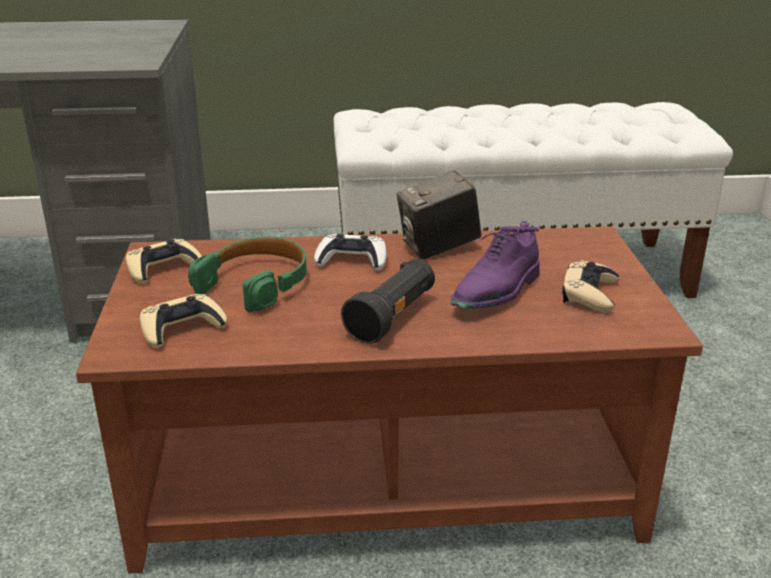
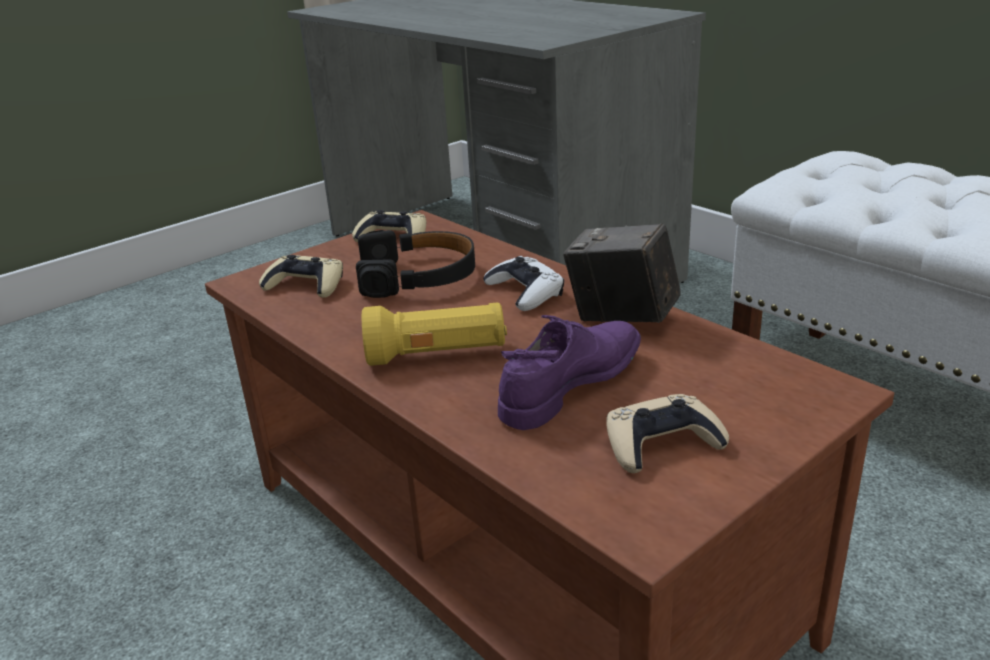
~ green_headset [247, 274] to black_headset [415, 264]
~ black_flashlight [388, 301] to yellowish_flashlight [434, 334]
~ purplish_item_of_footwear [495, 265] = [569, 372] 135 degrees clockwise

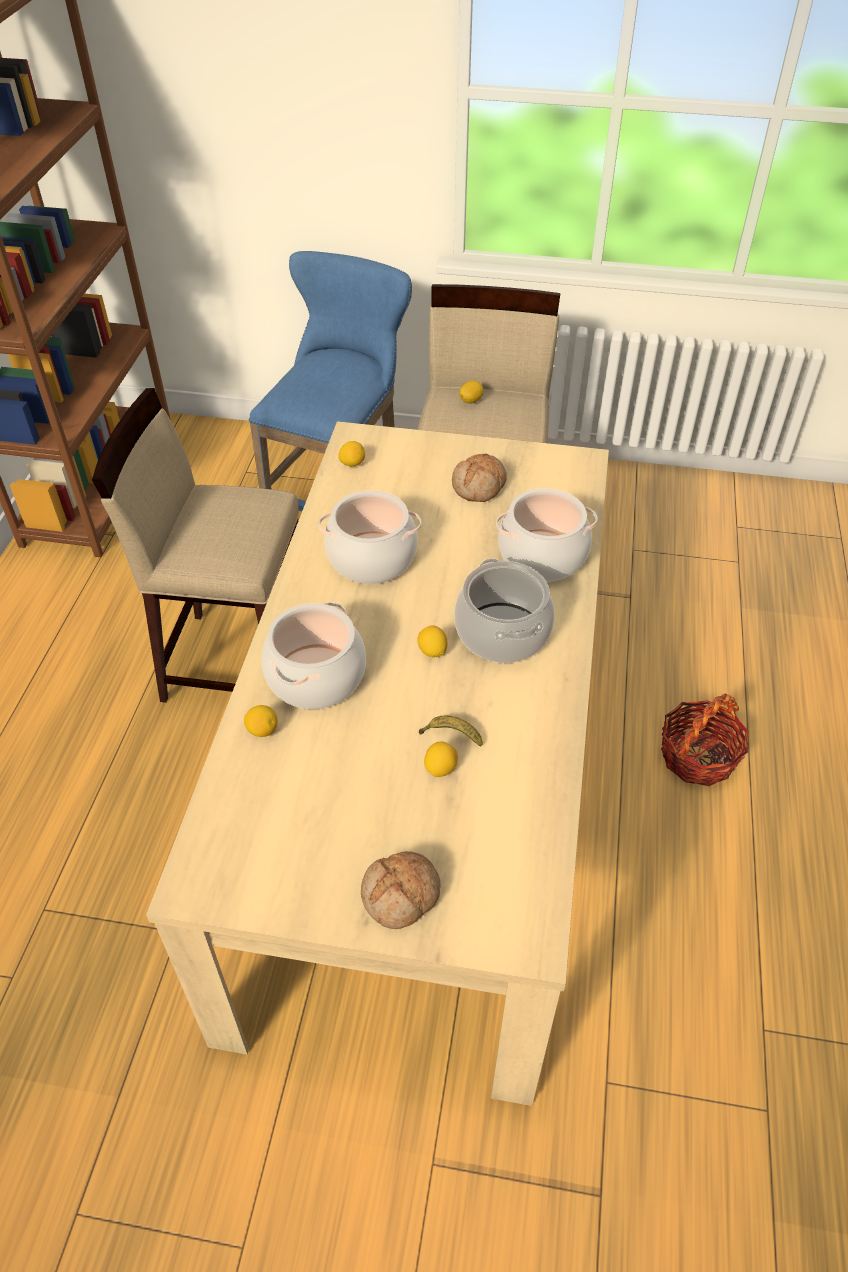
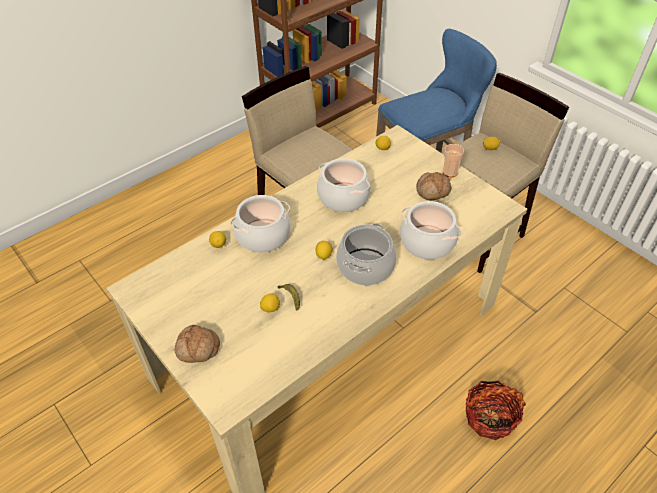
+ cup [453, 160]

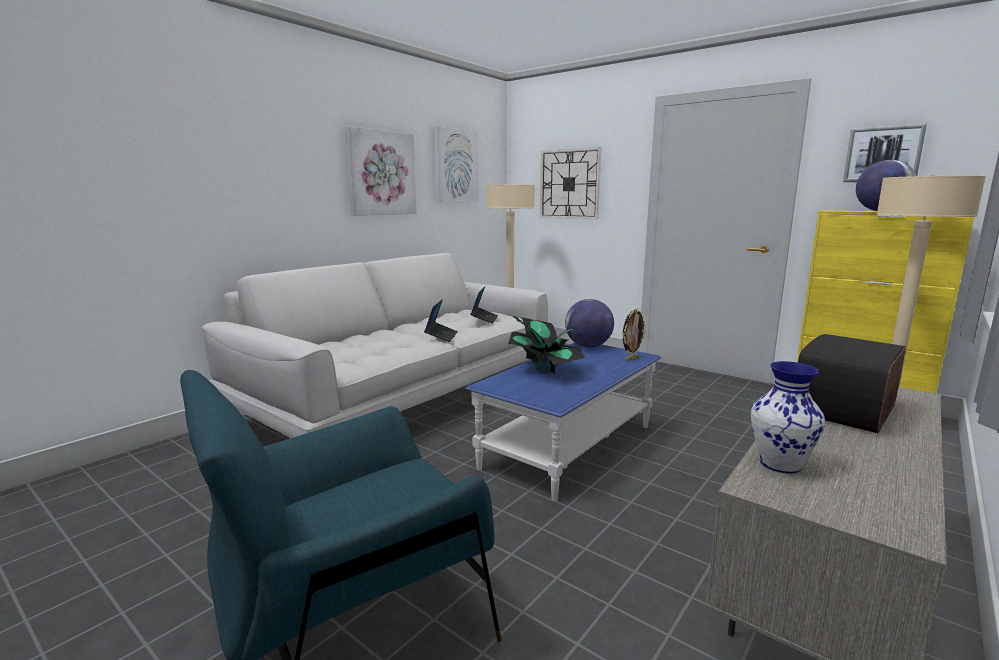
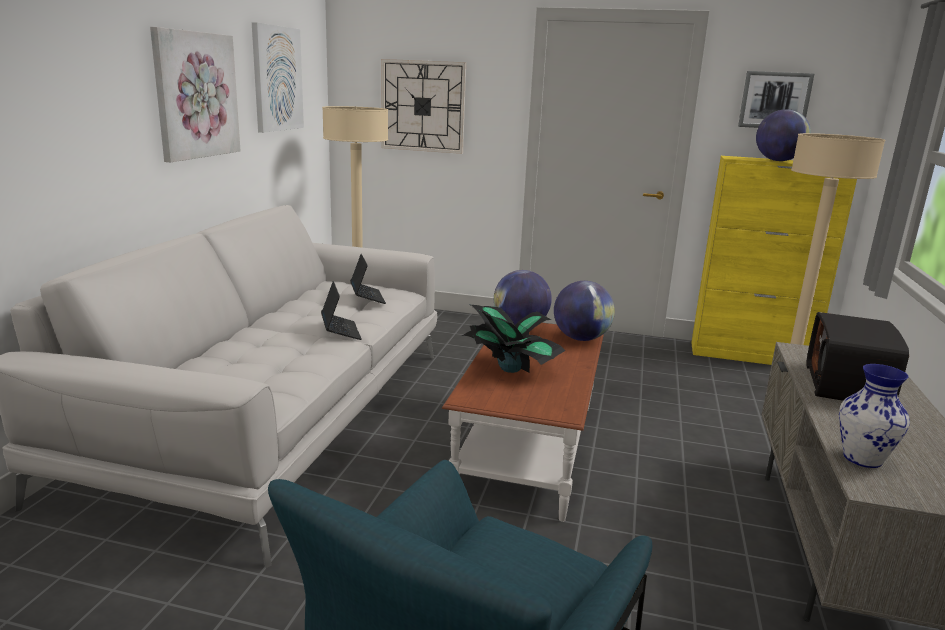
~ blue_low_table [563, 422] to brown_low_table [523, 422]
~ picture_frame [634, 334] to world_globe [584, 311]

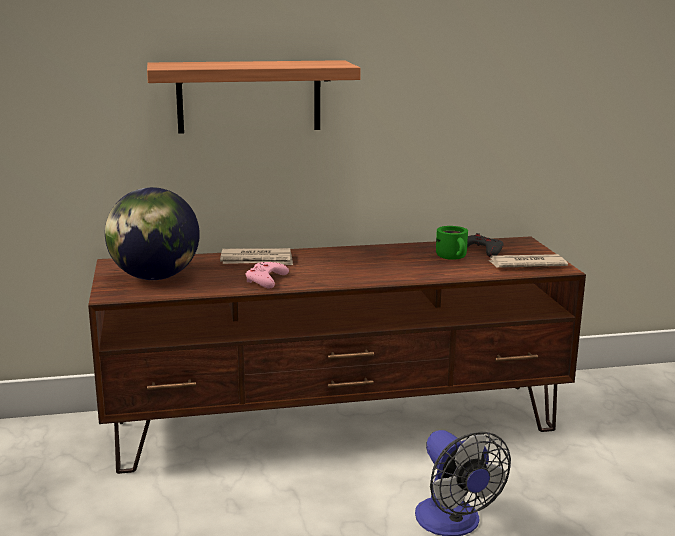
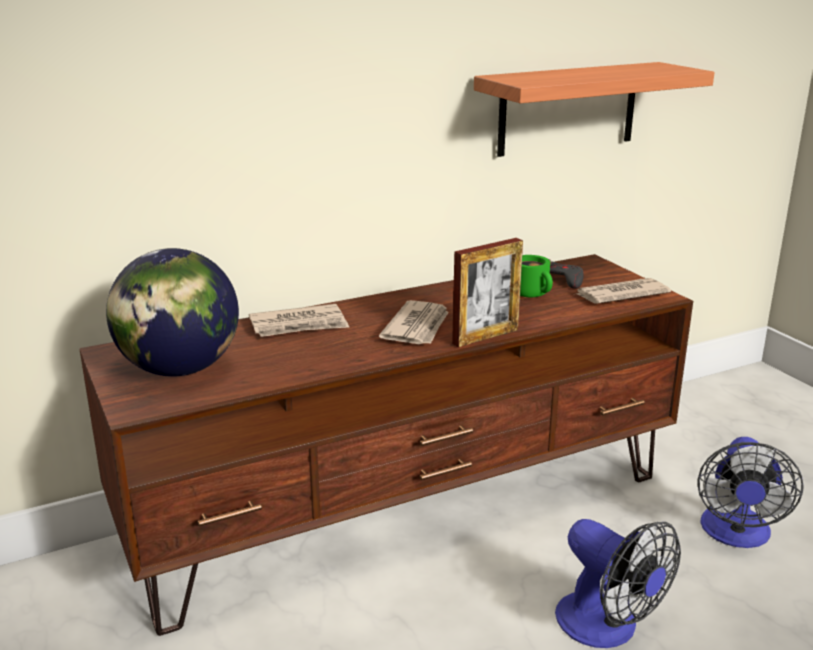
~ bracket_shelf [254, 97] to [594, 109]
- pinkish_gamepad [267, 275]
+ daily_paper [414, 322]
+ picture_frame [487, 293]
+ cooling_fan [750, 492]

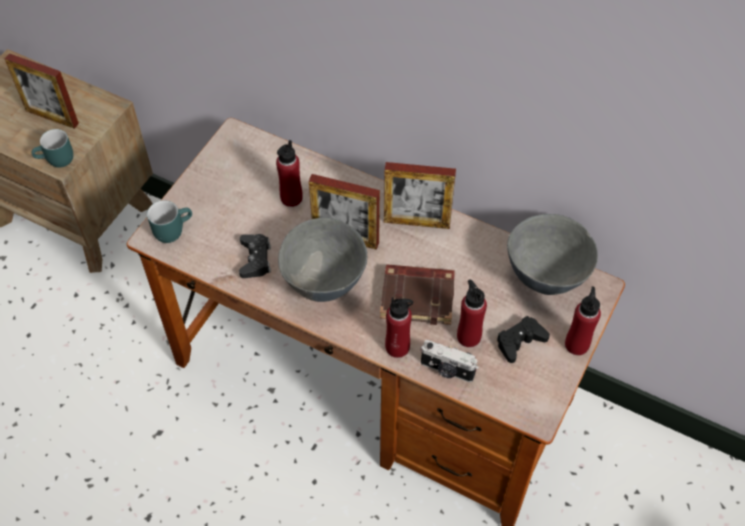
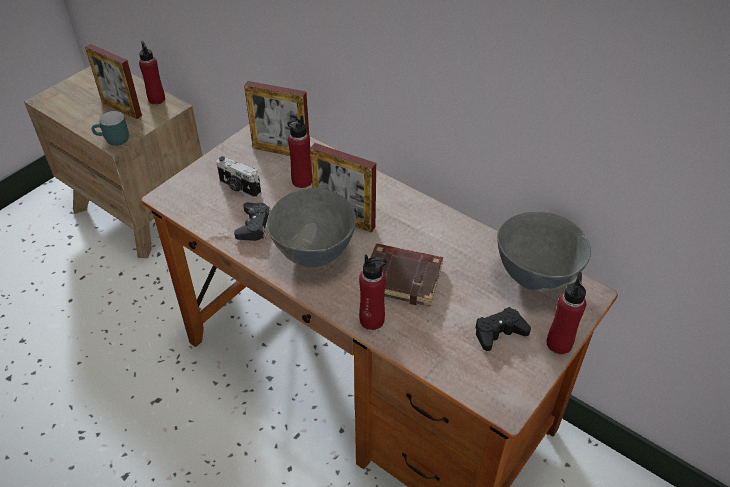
- turquoise_coffee_mug [169, 221]
~ picture_frame [420, 195] to [276, 118]
~ photo_camera [449, 361] to [238, 177]
~ red_beverage_bottle [472, 313] to [152, 73]

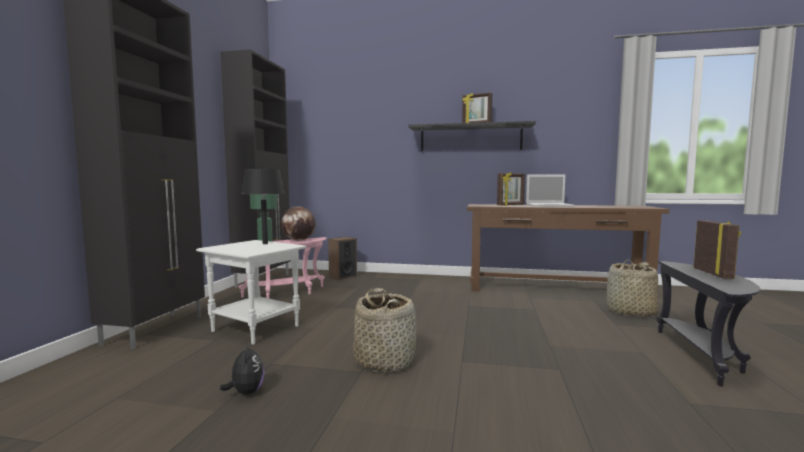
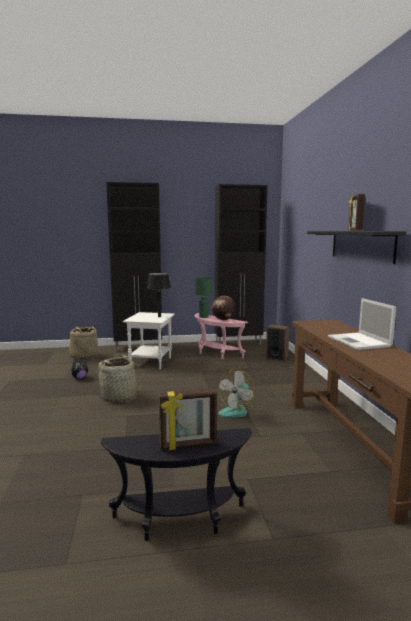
- picture_frame [511, 189]
~ basket [632, 288] to [83, 343]
+ cooling_fan [237, 393]

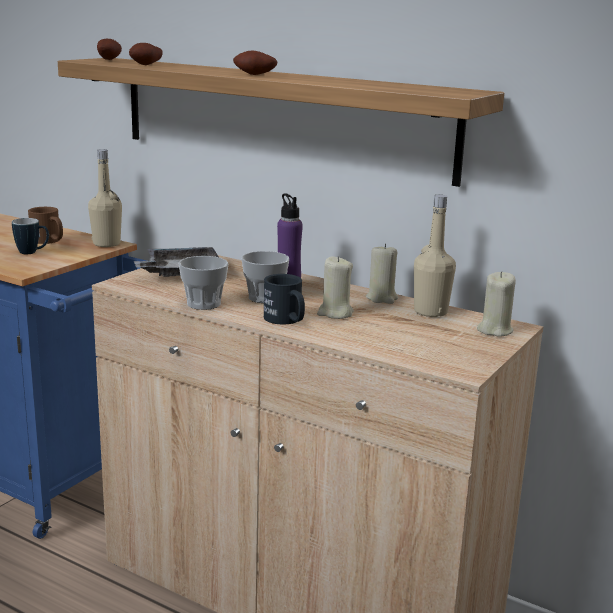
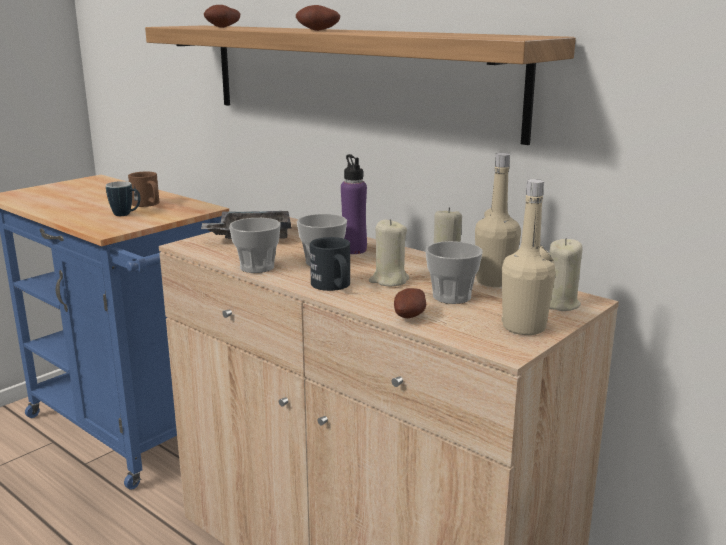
~ beige-coloured_beverage_bottle [105, 198] to [529, 257]
~ whole_potato [109, 49] to [410, 303]
+ cup [454, 272]

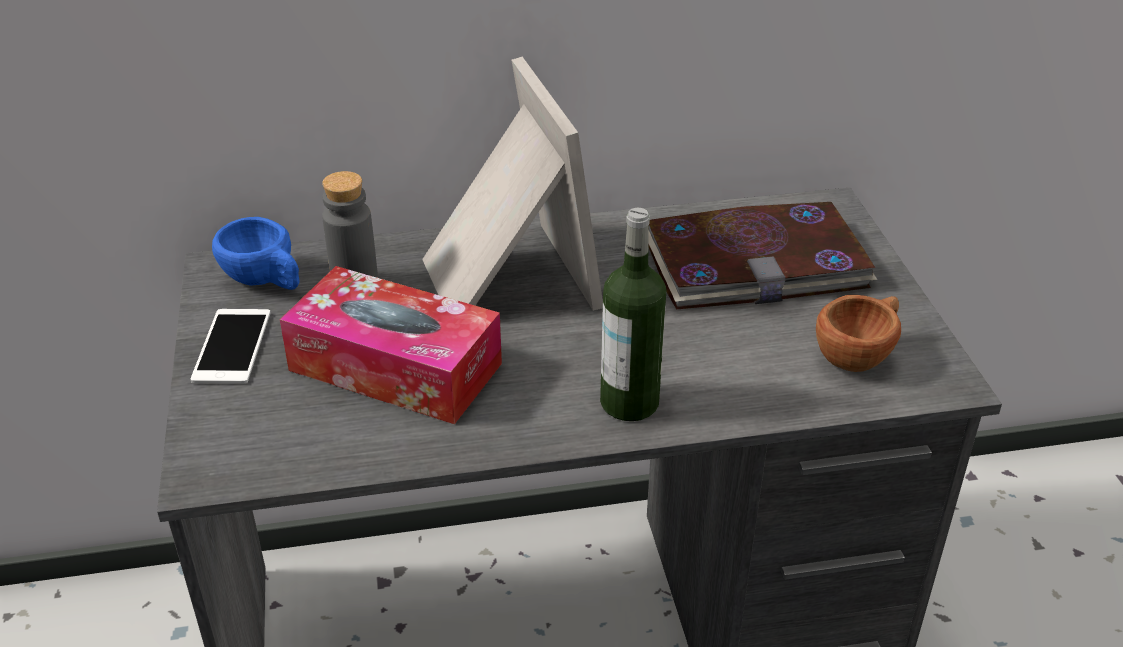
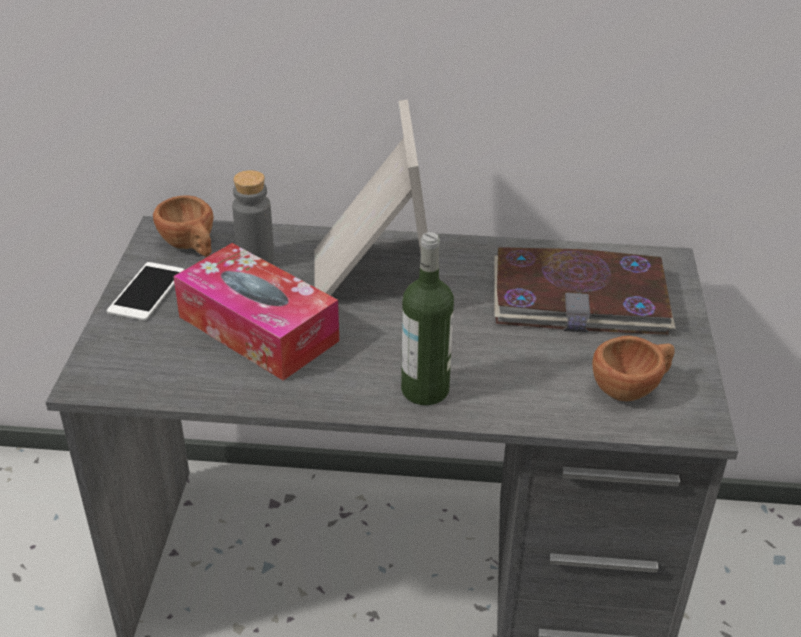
~ blue_cup [256, 253] to brown_cup [183, 225]

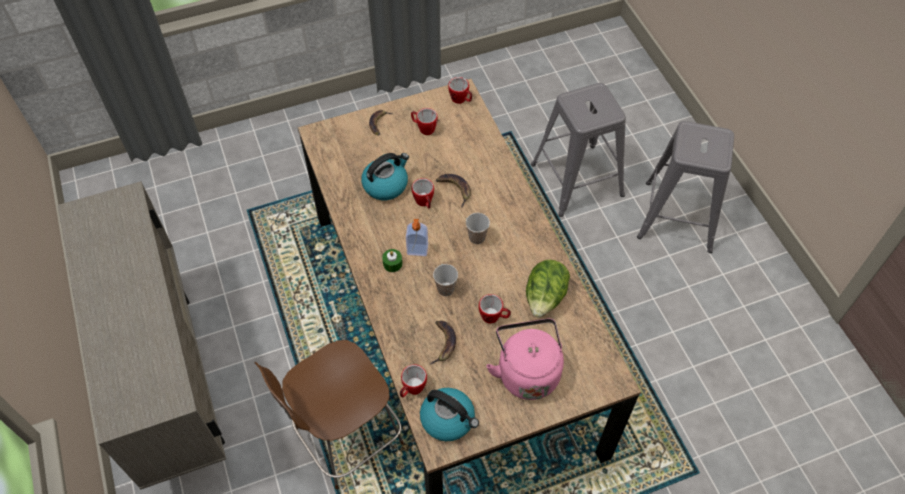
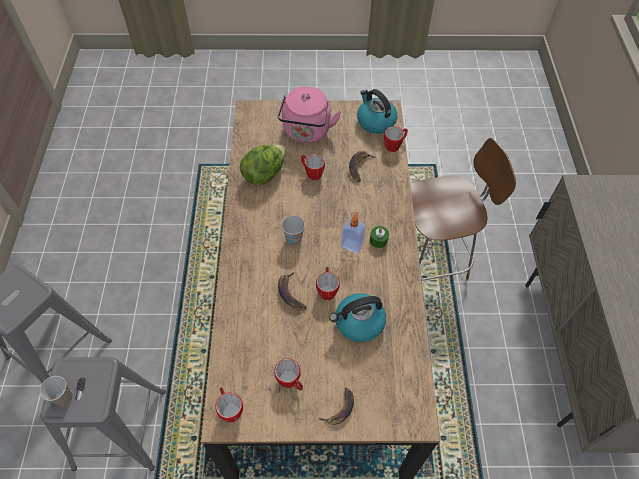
~ cup [445, 280] to [56, 391]

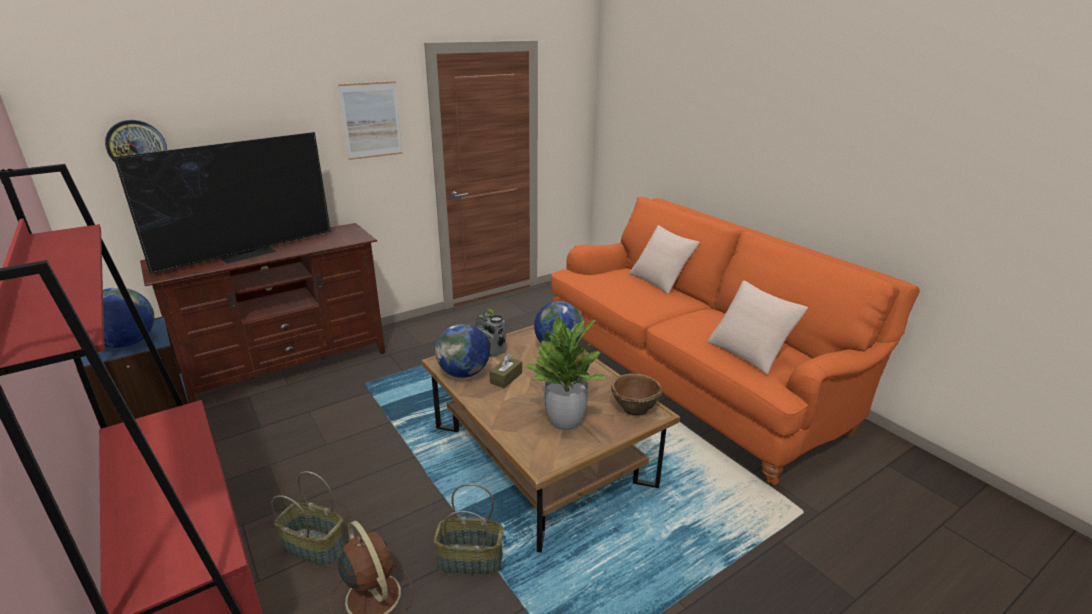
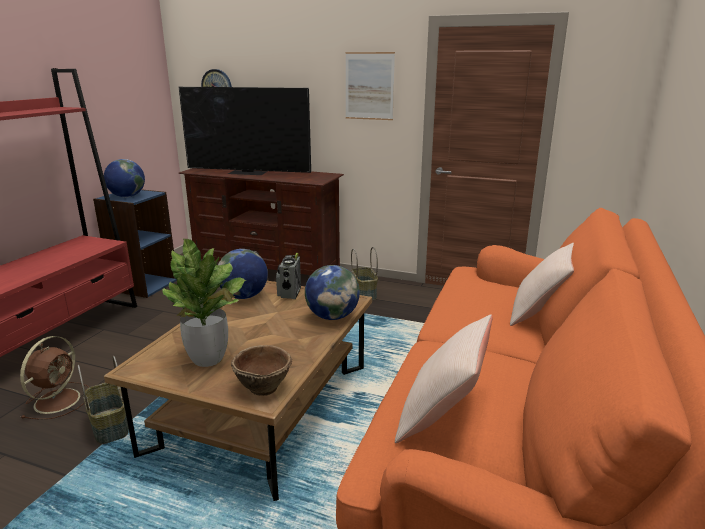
~ basket [308, 519] to [364, 273]
- brown_tissue_box [505, 371]

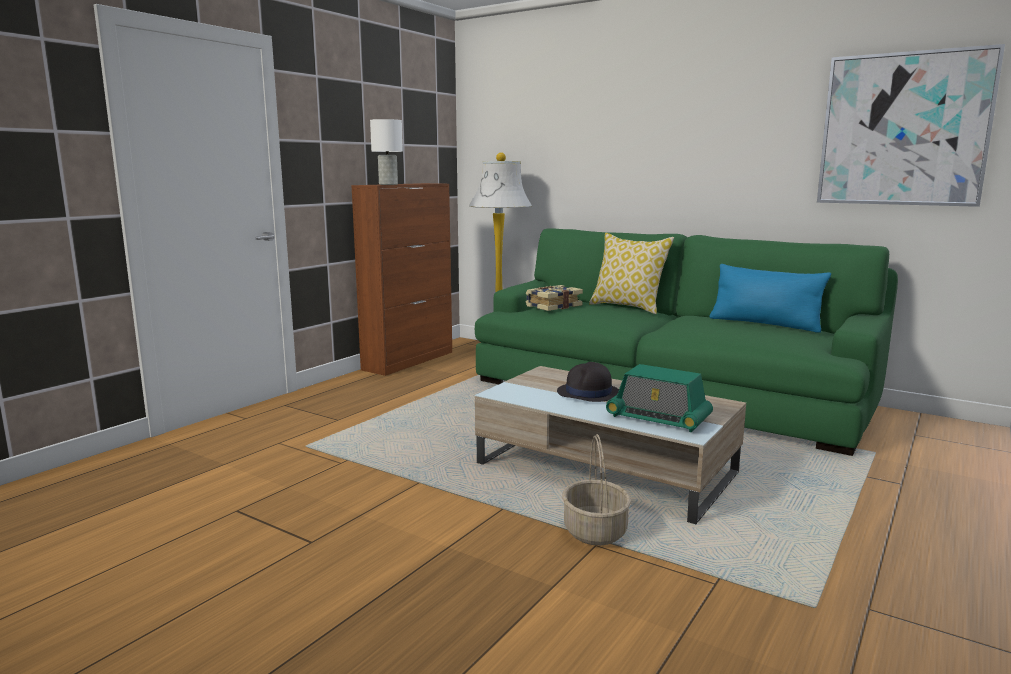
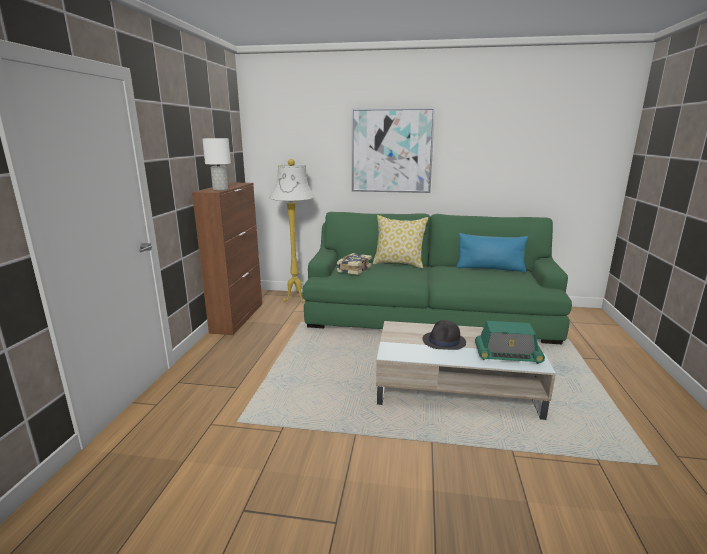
- basket [596, 490]
~ wall_art [911, 125] to [393, 150]

